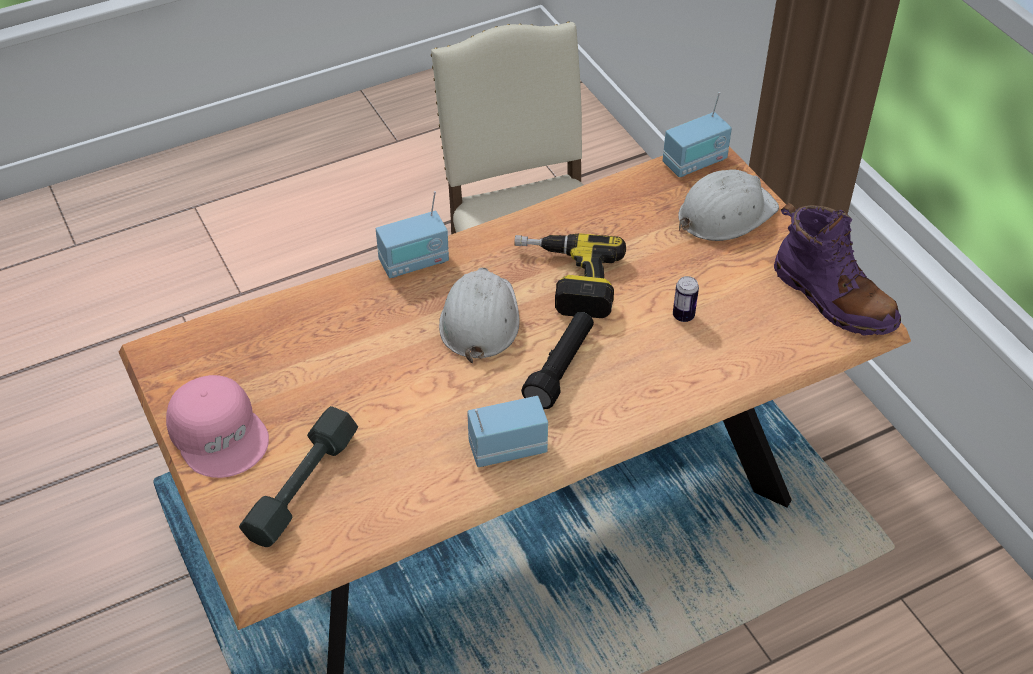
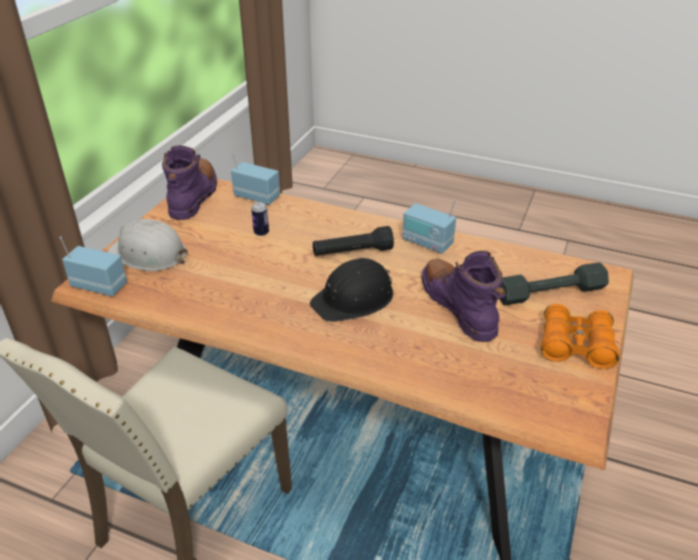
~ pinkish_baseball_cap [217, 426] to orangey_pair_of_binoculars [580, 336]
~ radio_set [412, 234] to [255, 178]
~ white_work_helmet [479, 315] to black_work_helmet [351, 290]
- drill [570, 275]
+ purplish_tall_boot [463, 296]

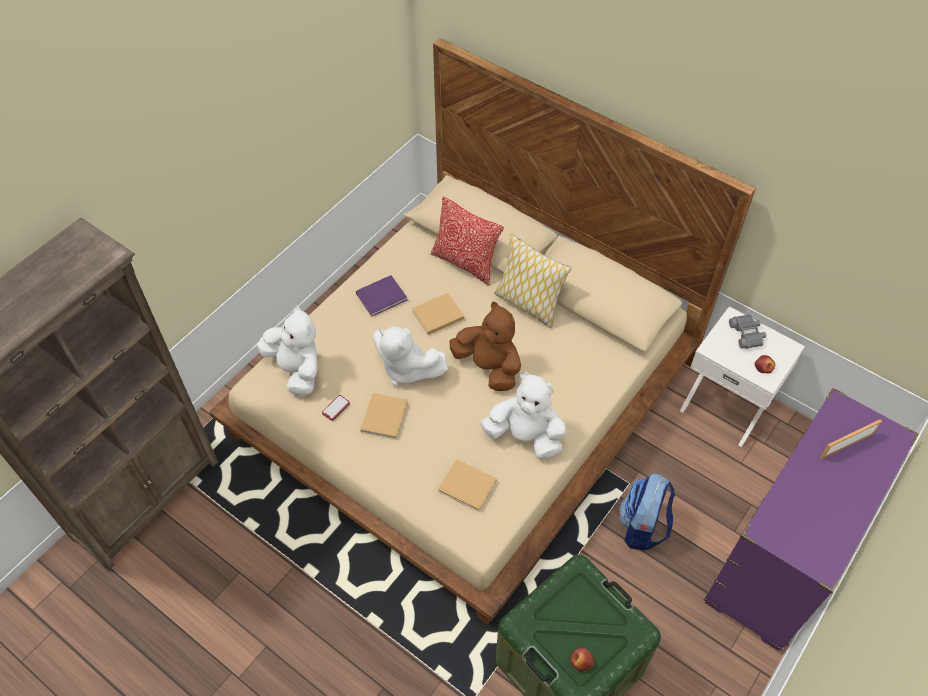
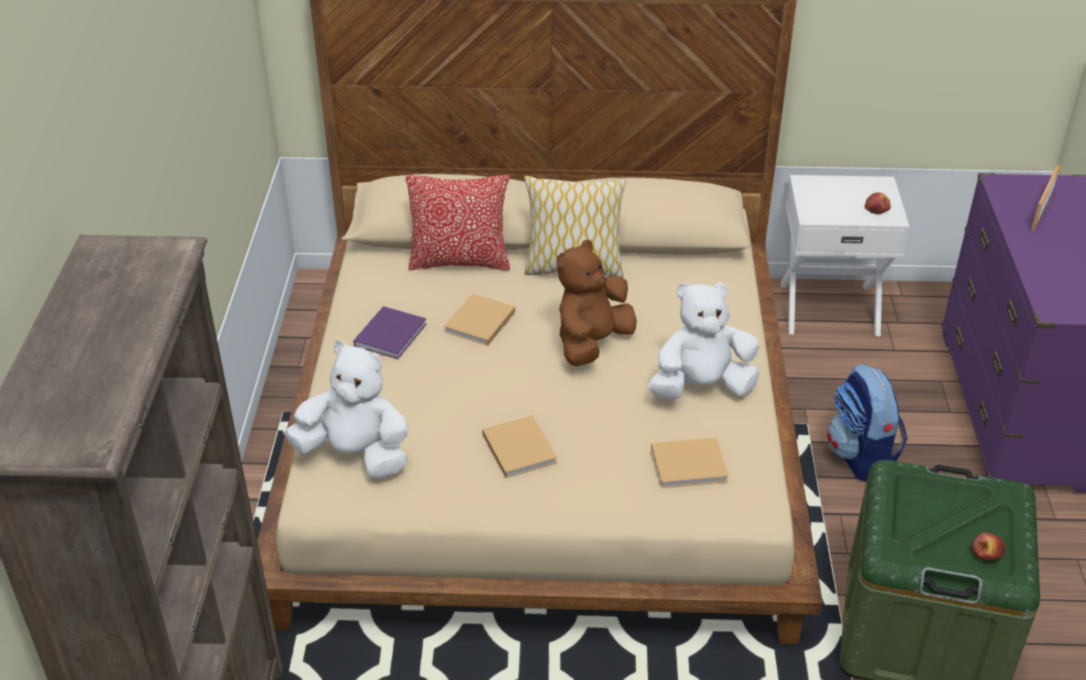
- handset [336, 408]
- white_cuddly_toy [410, 356]
~ brown_cuddly_toy [485, 346] = [597, 303] 60 degrees counterclockwise
- gray_pair_of_binoculars [747, 331]

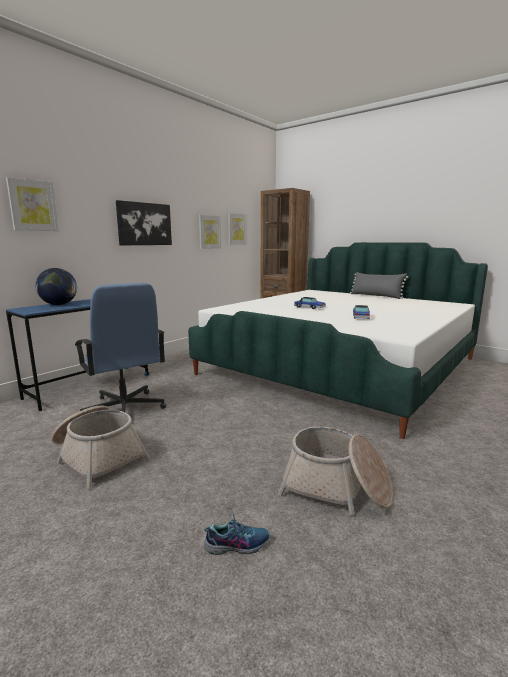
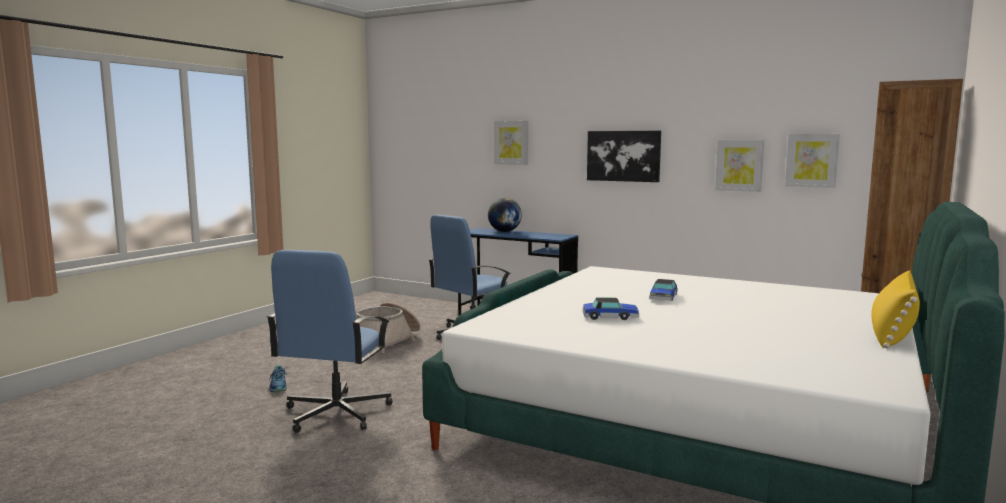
~ basket [335, 471] to blue_office_chair [329, 341]
~ gray_pillow [379, 285] to yellowish_pillow [896, 309]

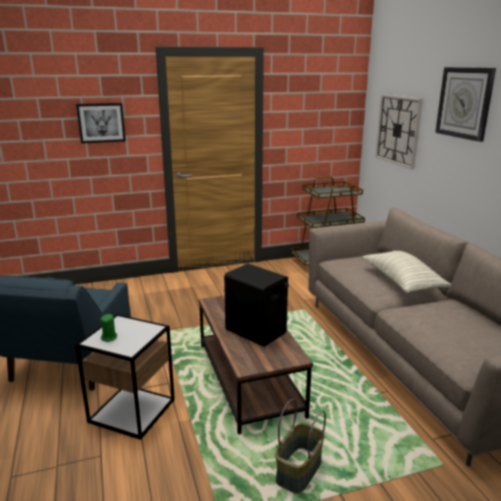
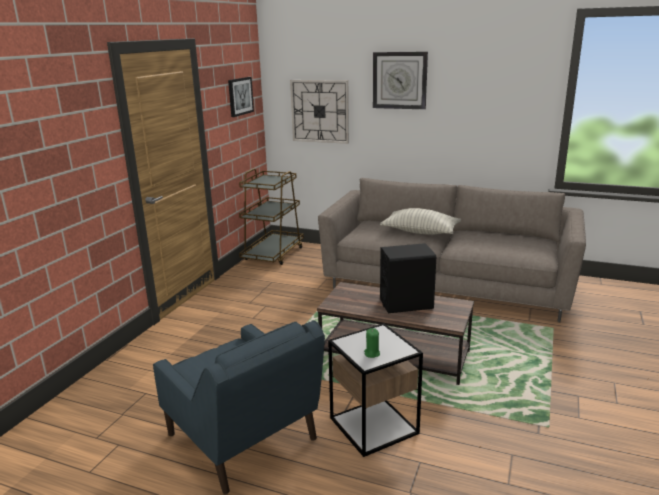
~ wall_art [101, 123] to [241, 97]
- basket [300, 446]

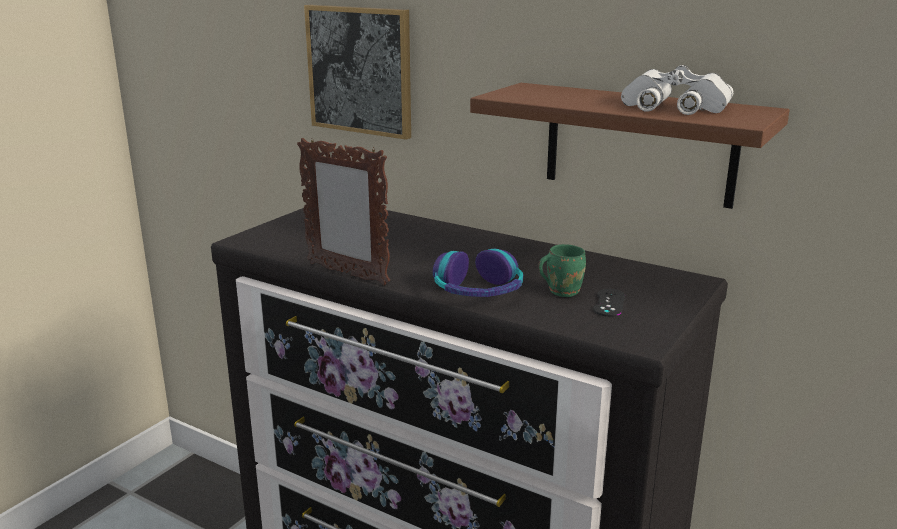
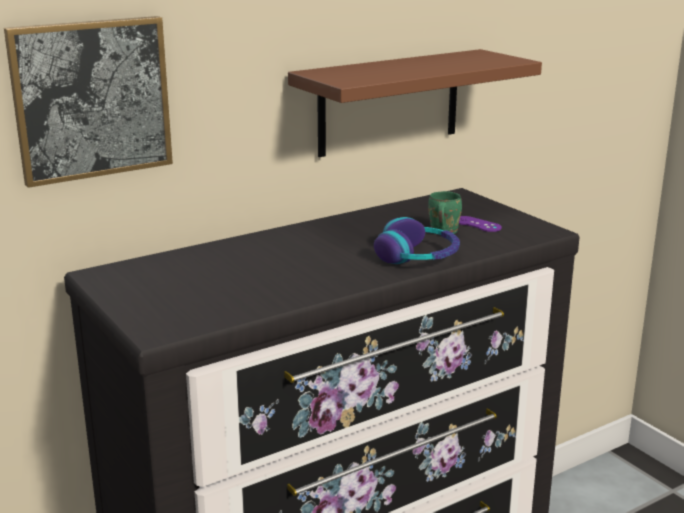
- picture_frame [343, 211]
~ black_gamepad [609, 303] to purplish_gamepad [480, 224]
- white_pair_of_binoculars [677, 90]

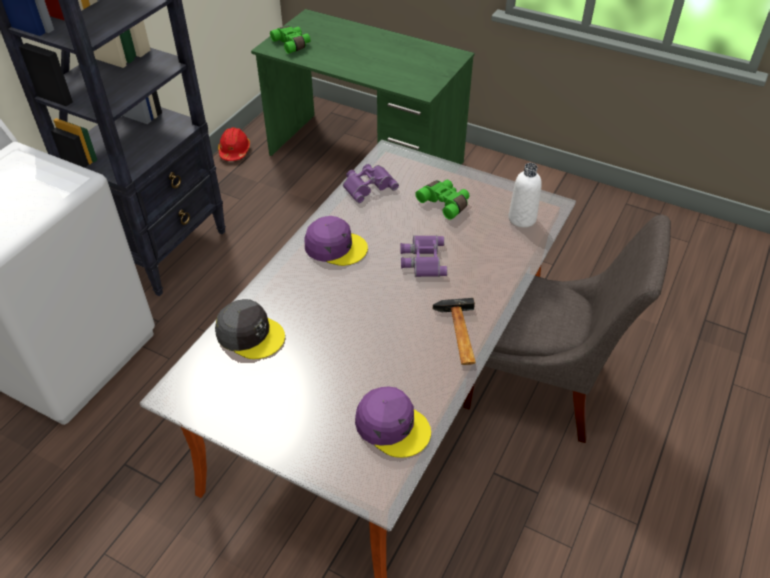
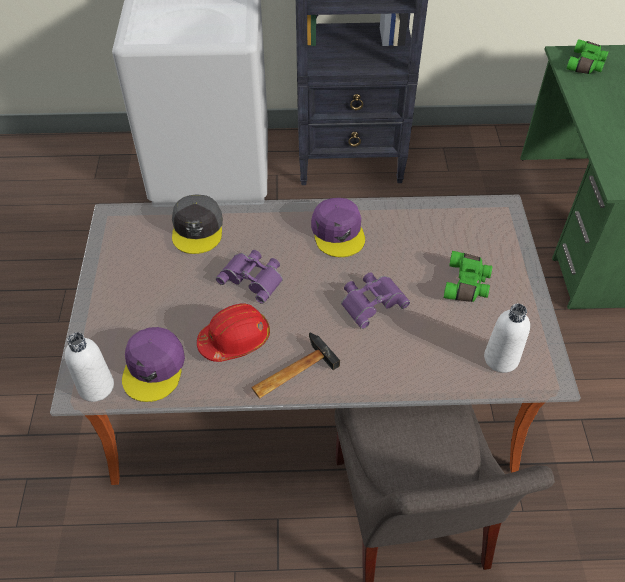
~ red_work_helmet [234, 144] to [233, 333]
~ purplish_pair_of_binoculars [371, 183] to [249, 277]
+ white_beverage_bottle [89, 367]

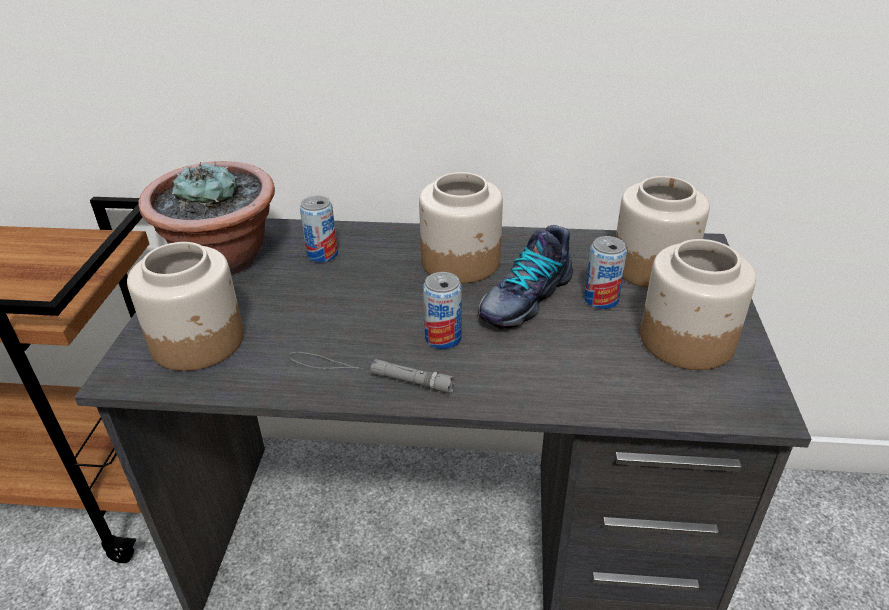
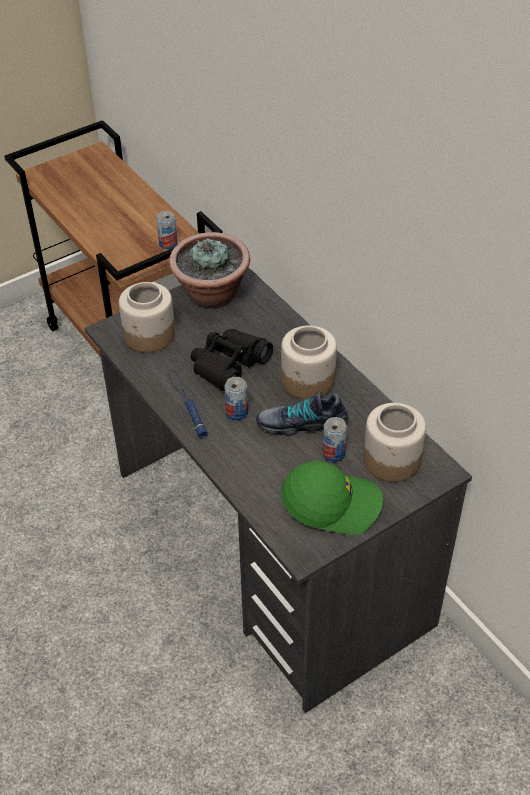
~ gray_flashlight [371, 372] to blue_flashlight [188, 404]
~ can [319, 229] to [167, 230]
~ storage_jar [698, 304] to green_baseball_cap [332, 498]
+ black_pair_of_binoculars [232, 360]

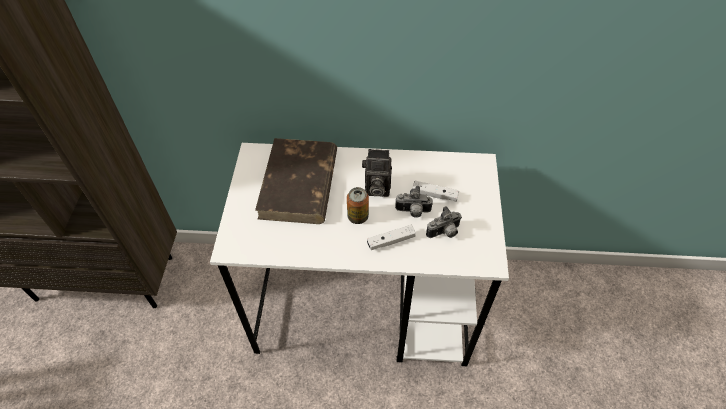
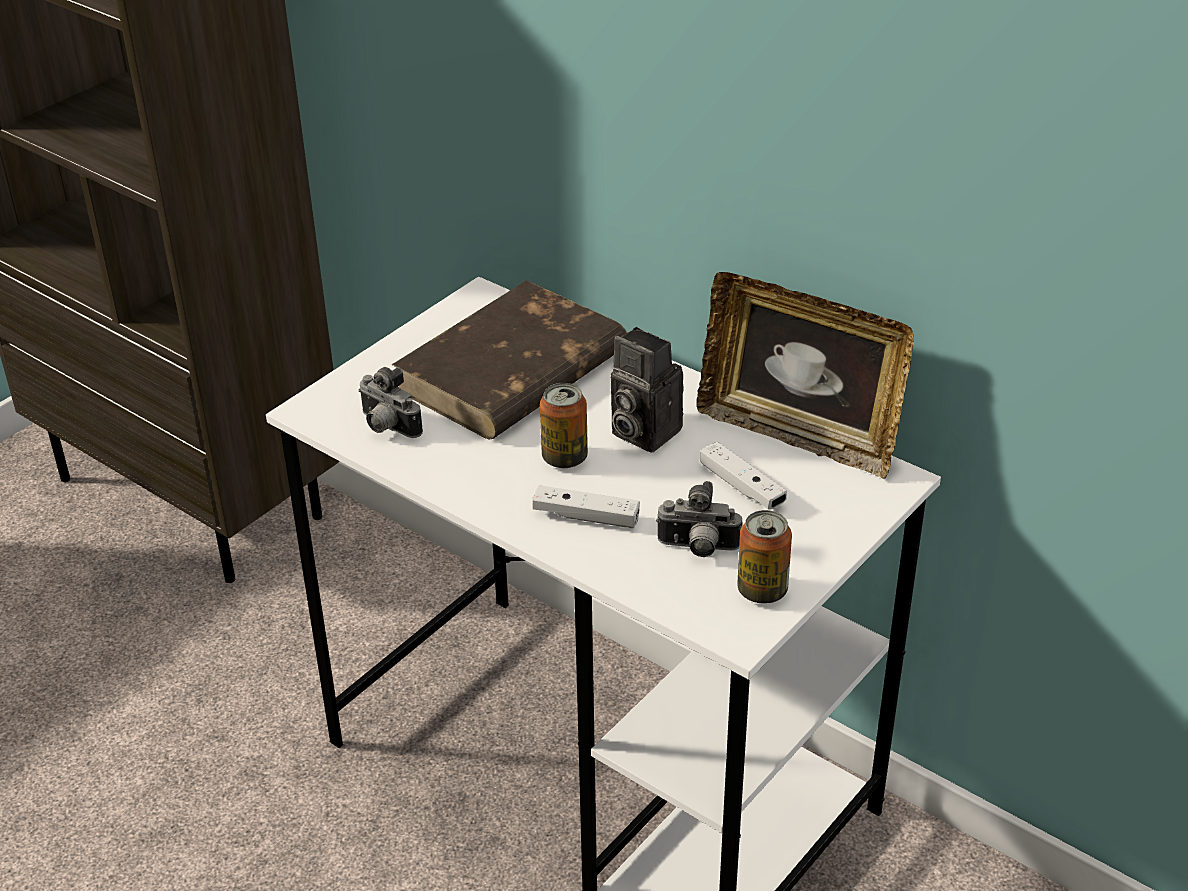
~ photo_camera [414, 202] to [391, 402]
+ picture_frame [805, 375]
+ can [764, 557]

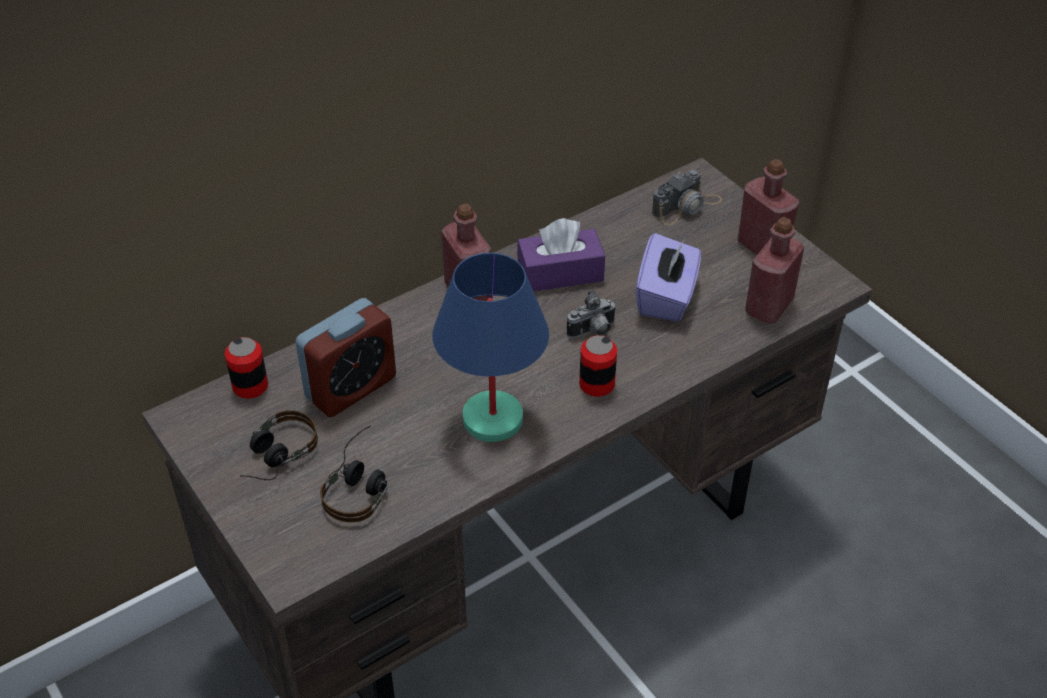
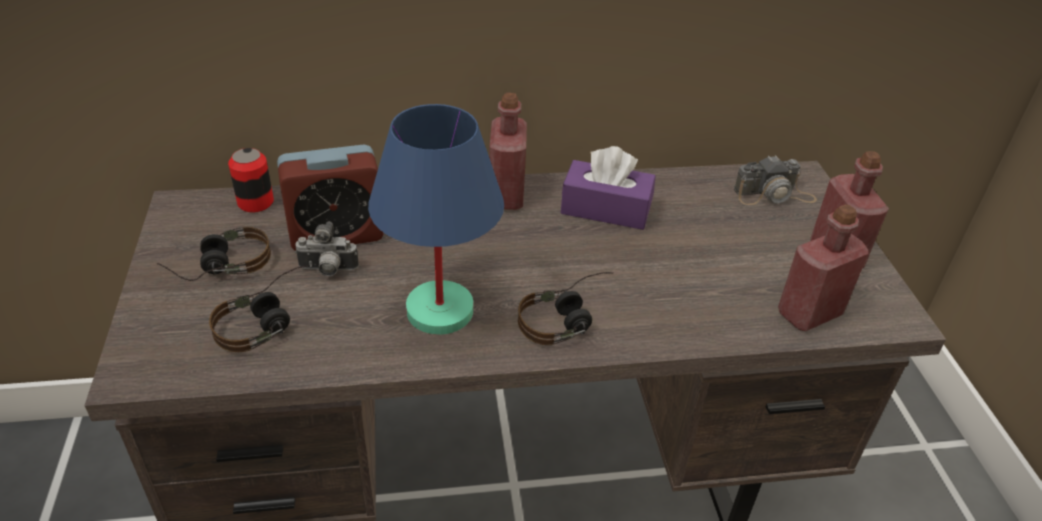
~ photo_camera [591, 314] to [327, 249]
~ can [598, 366] to headset [566, 308]
- purplish_tissue_box [668, 277]

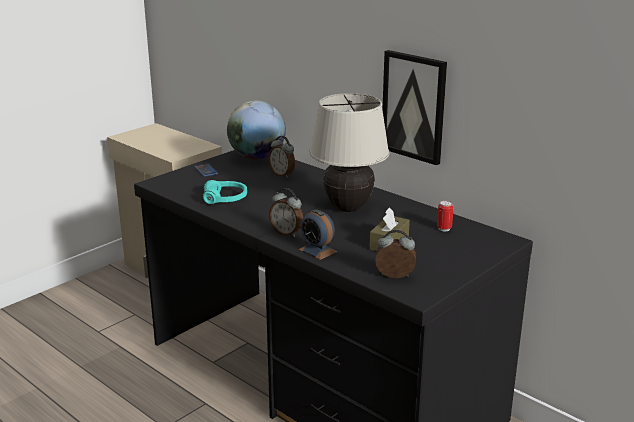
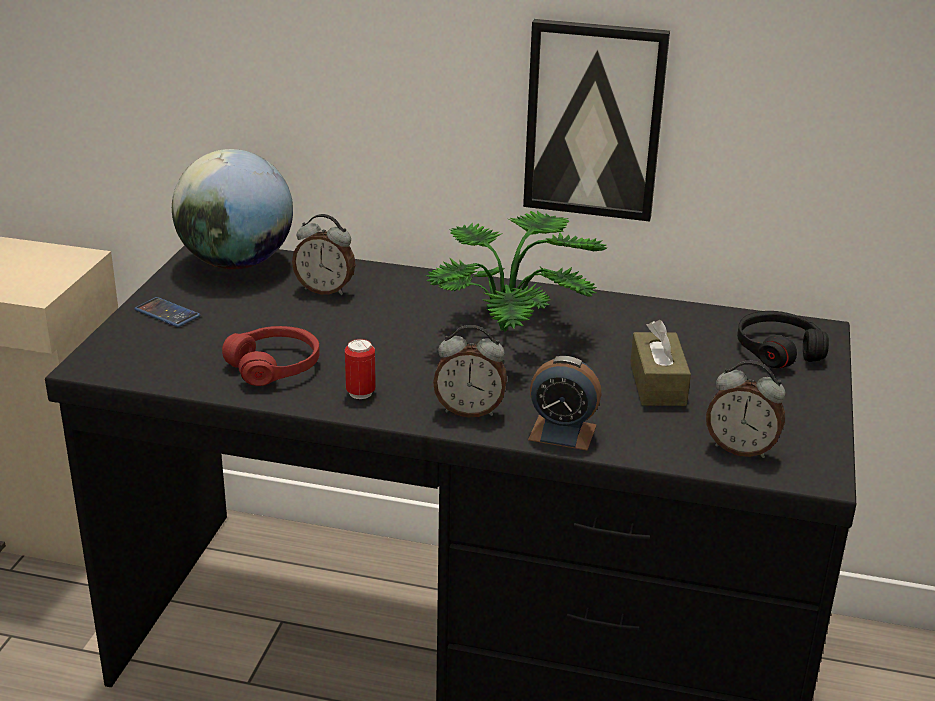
~ turquoise_headset [225, 192] to red_headset [271, 356]
~ beige-coloured_tabletop_lamp [349, 152] to potted_plant [516, 272]
~ alarm_clock [395, 254] = [746, 409] 135 degrees counterclockwise
~ can [445, 216] to [360, 369]
+ black_headset [783, 339]

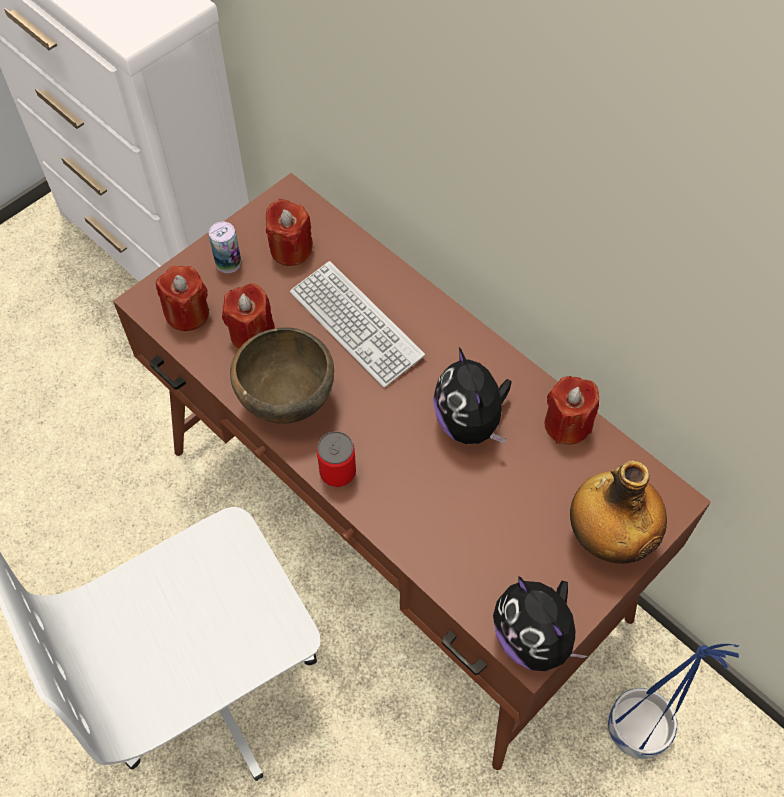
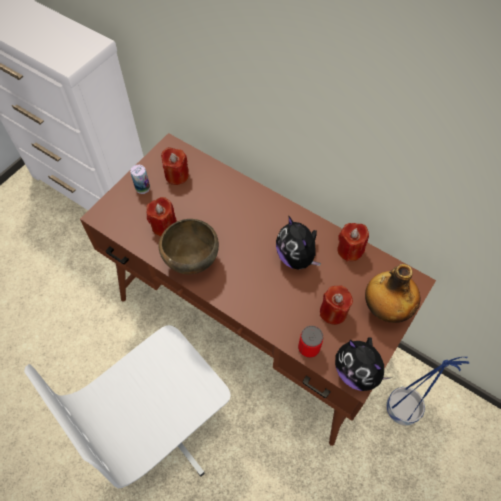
~ red_wax_light [182, 298] to [336, 305]
- keyboard [357, 324]
~ can [336, 459] to [310, 342]

